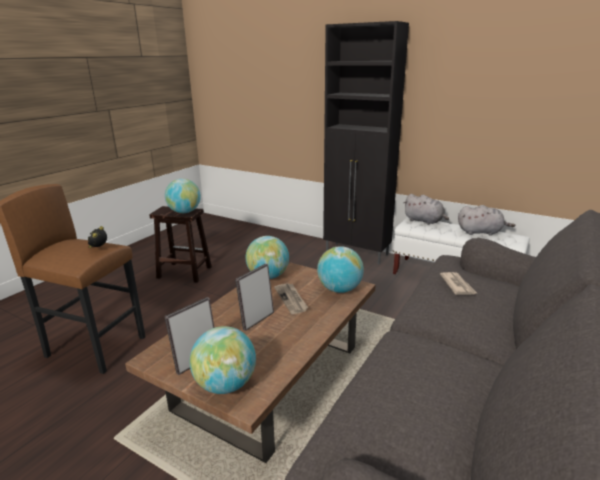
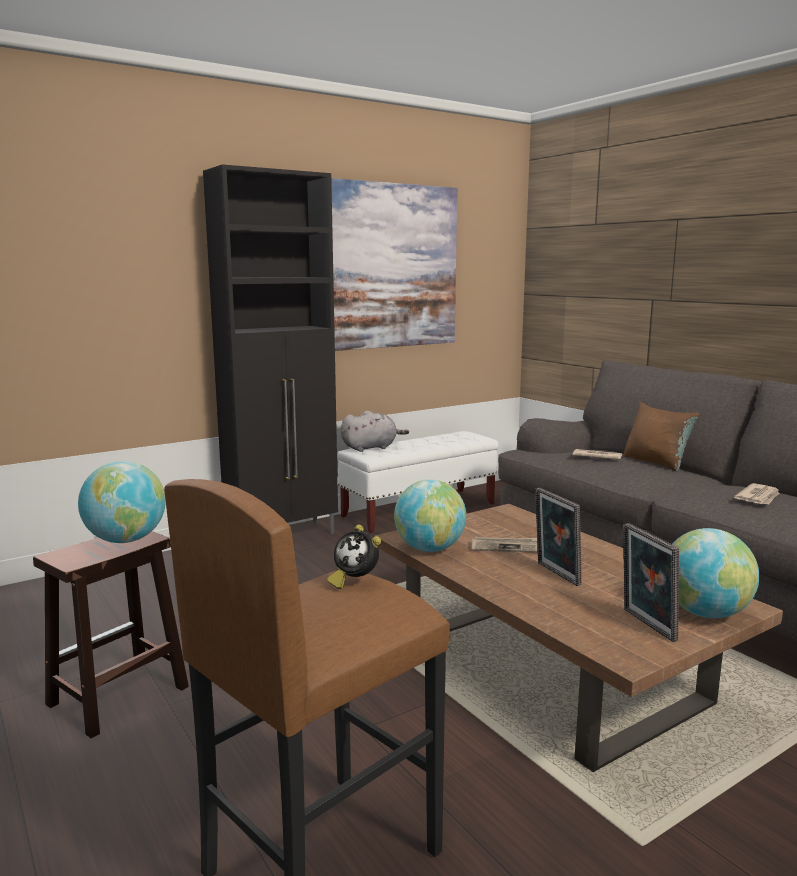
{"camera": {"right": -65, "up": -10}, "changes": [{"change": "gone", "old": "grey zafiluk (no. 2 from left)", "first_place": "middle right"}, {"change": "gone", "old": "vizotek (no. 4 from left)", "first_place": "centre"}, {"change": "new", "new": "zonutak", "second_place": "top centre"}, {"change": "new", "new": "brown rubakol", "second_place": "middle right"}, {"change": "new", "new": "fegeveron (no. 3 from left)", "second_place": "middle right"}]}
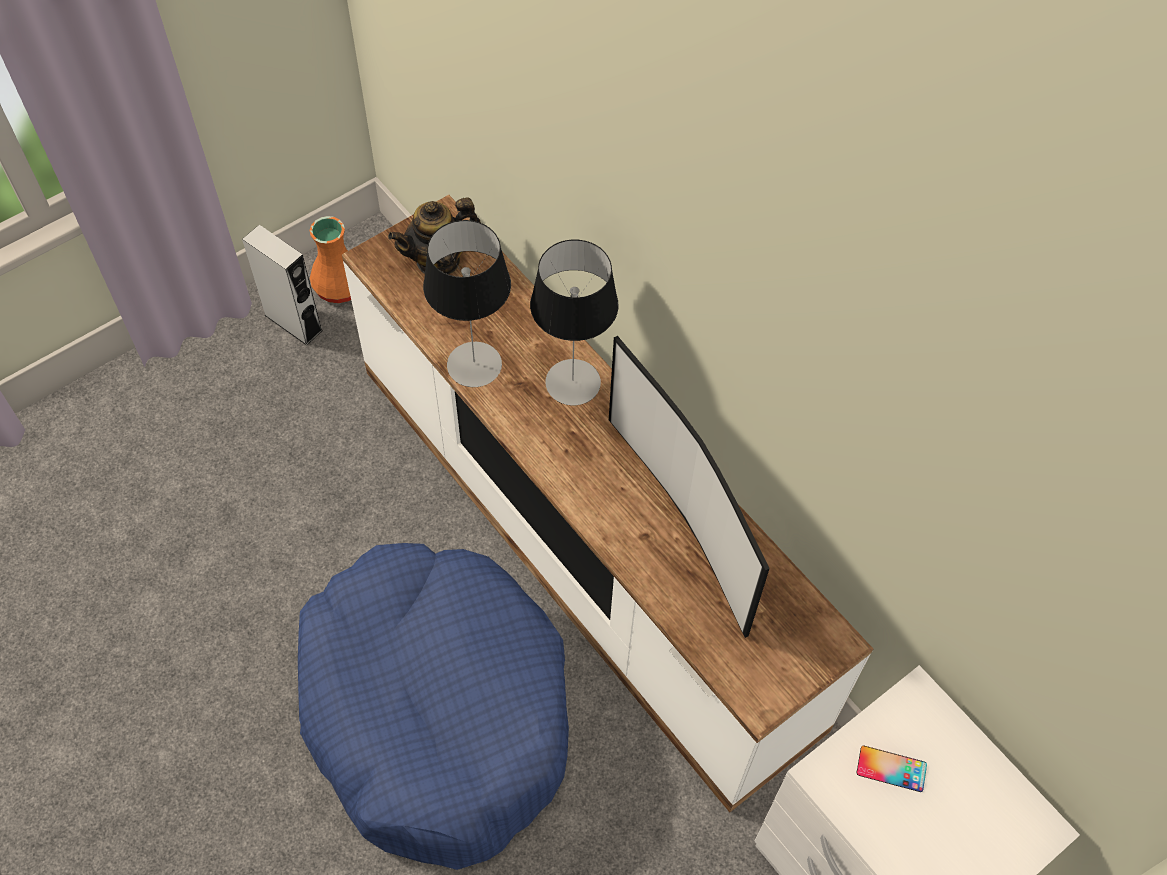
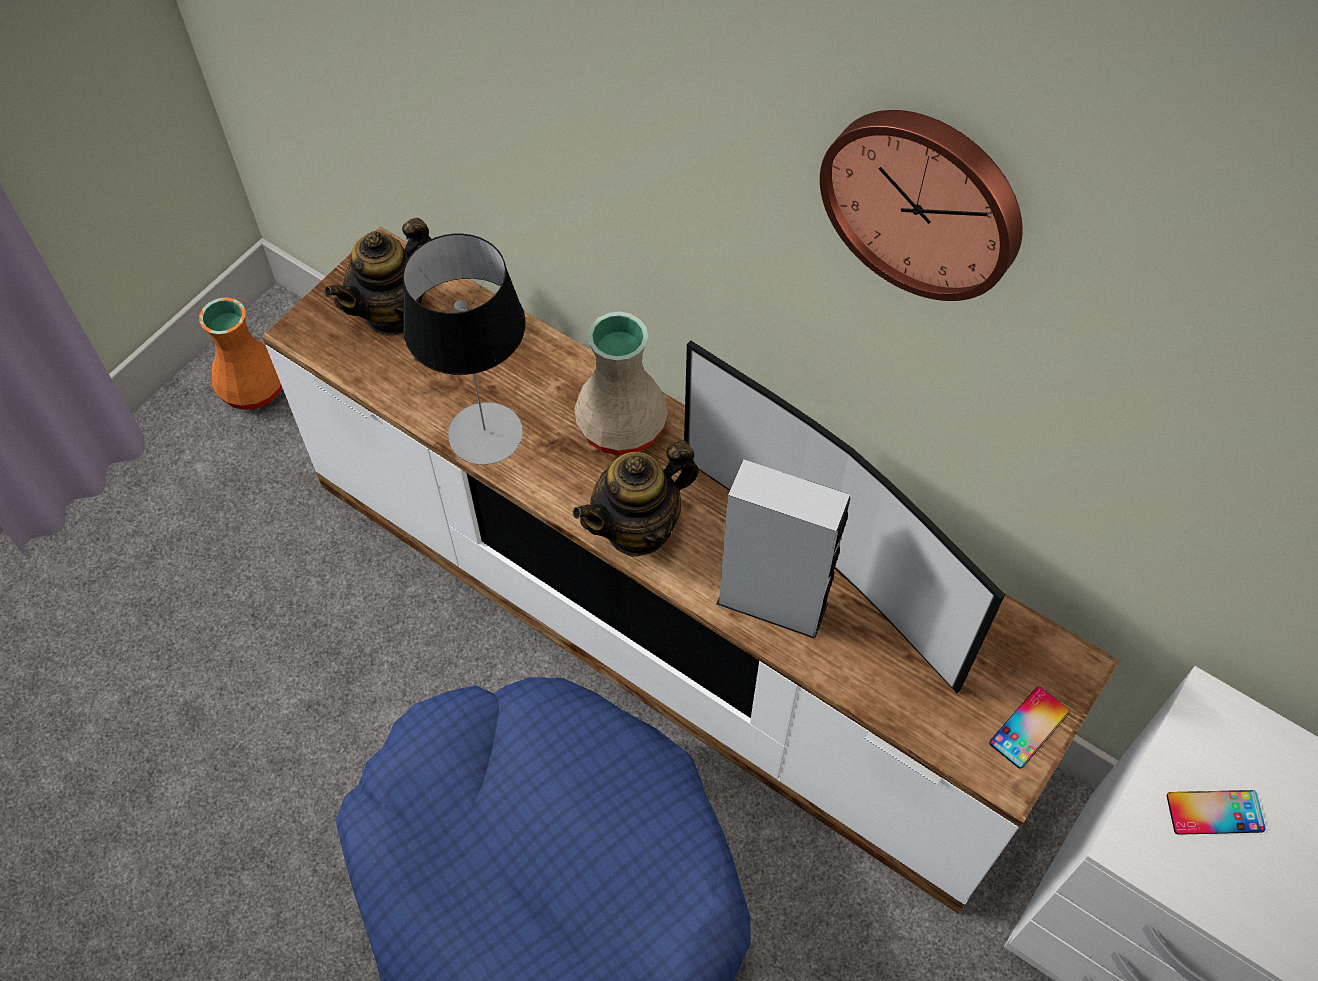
{"camera": {"right": -15, "up": 0}, "changes": [{"change": "shifted", "old": "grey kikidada", "first_place": "top left", "second_place": "centre"}, {"change": "swapped", "old": "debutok (no. 2 from left)", "new": "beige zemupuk", "first_place": "centre", "second_place": "centre"}, {"change": "new", "new": "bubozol", "second_place": "top right"}, {"change": "new", "new": "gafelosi (no. 2 from left)", "second_place": "centre"}, {"change": "new", "new": "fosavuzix (no. 1 from left)", "second_place": "bottom right"}]}
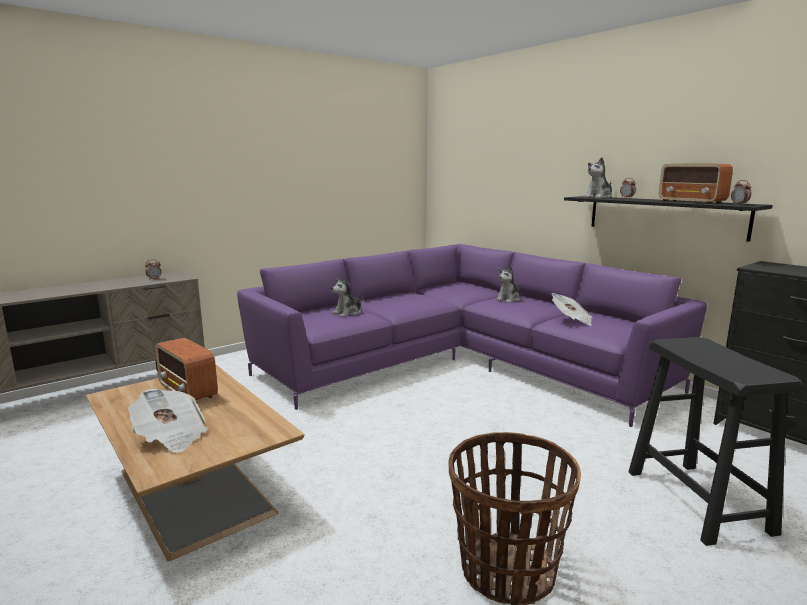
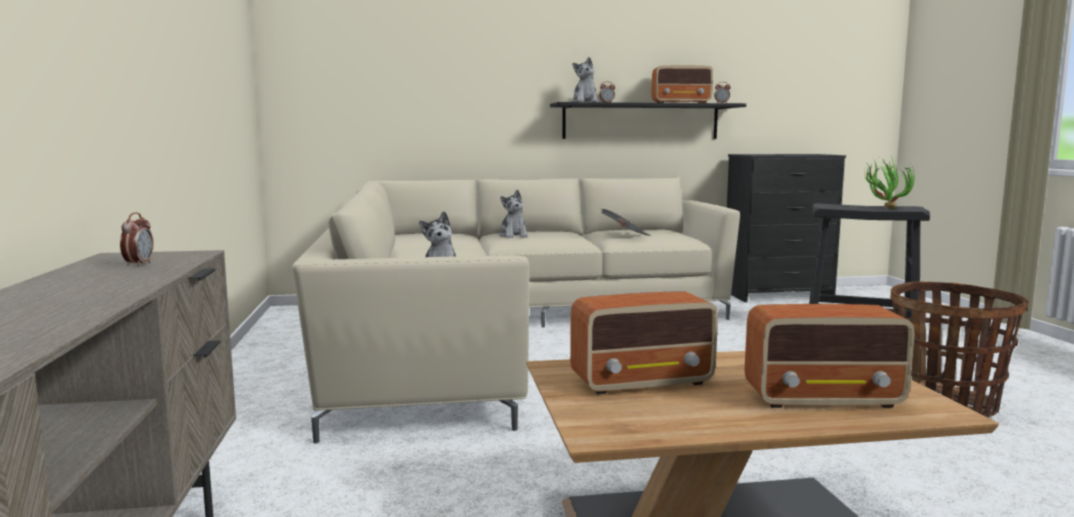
{"camera": {"right": -60, "up": -5}, "changes": [{"change": "repainted", "old": "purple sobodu", "new": "beige sobodu", "first_place": "centre", "second_place": "centre"}, {"change": "swapped", "old": "fegeveron (no. 1 from left)", "new": "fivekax (no. 3 from left)", "first_place": "bottom left", "second_place": "bottom right"}, {"change": "new", "new": "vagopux", "second_place": "middle right"}]}
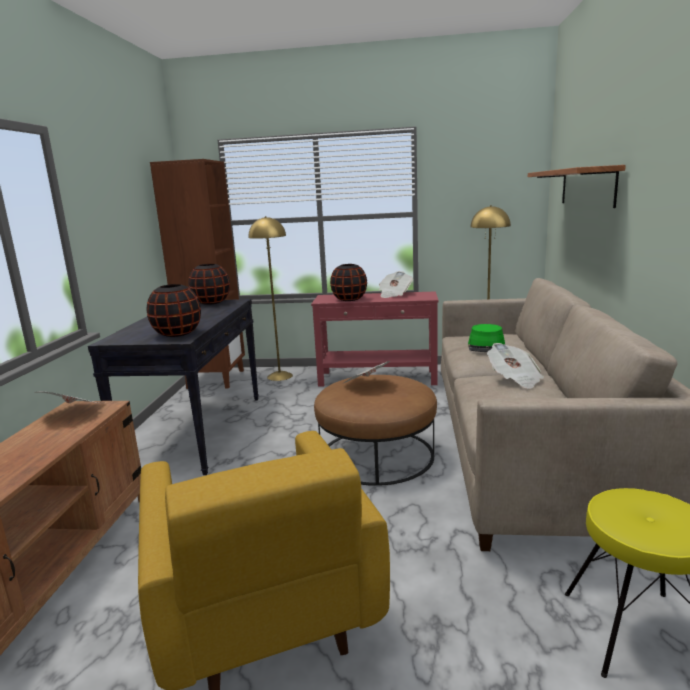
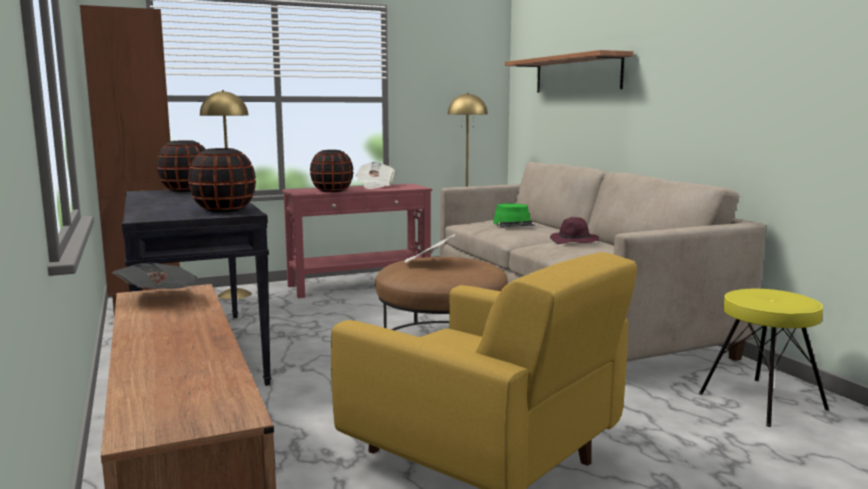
{"camera": {"right": -30, "up": -5}, "changes": [{"change": "swapped", "old": "fegeveron (no. 4 from left)", "new": "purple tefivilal", "first_place": "middle right", "second_place": "centre"}]}
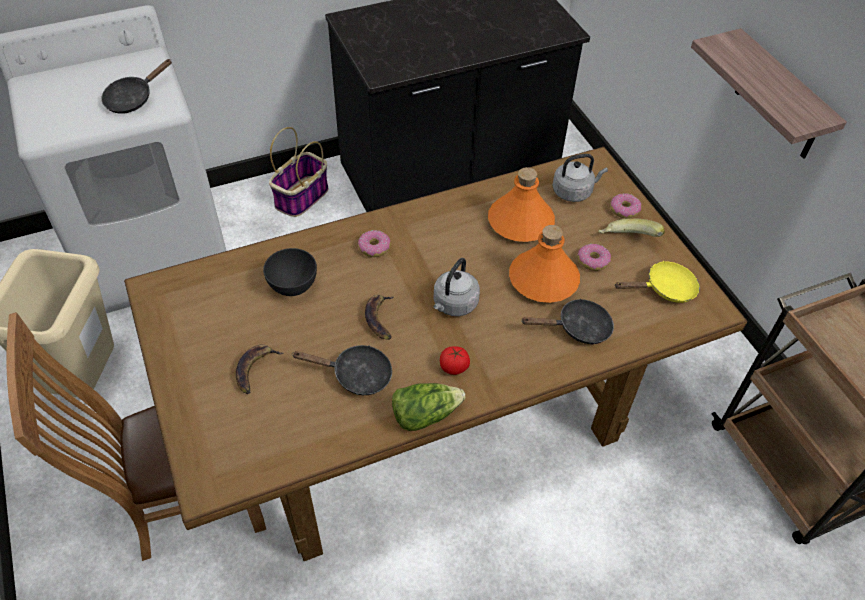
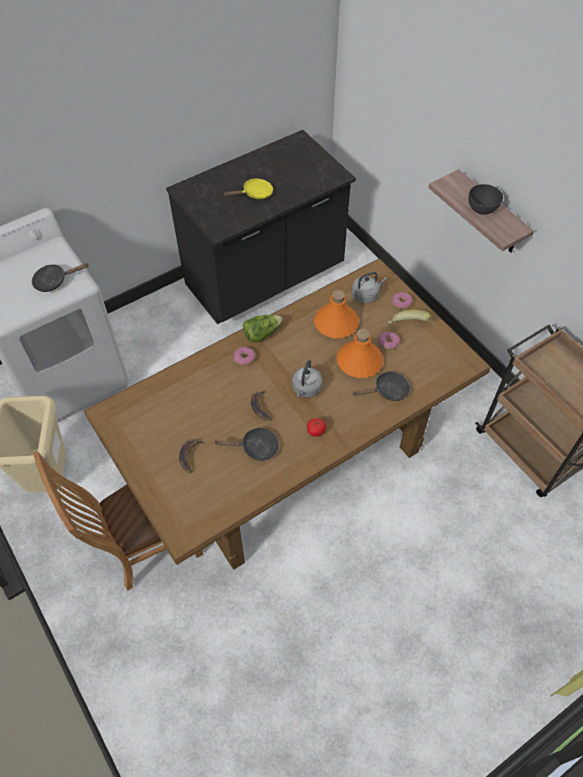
{"camera": {"right": -10, "up": 5}, "changes": [{"change": "rotated", "old": "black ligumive (no. 1 from left)", "first_place": "top left", "second_place": "middle left", "degrees": 45}, {"change": "gone", "old": "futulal", "first_place": "top centre"}, {"change": "shifted", "old": "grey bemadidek", "first_place": "centre", "second_place": "top right"}, {"change": "shifted", "old": "yellow ligumive", "first_place": "middle right", "second_place": "top centre"}, {"change": "shifted", "old": "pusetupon", "first_place": "bottom centre", "second_place": "centre"}]}
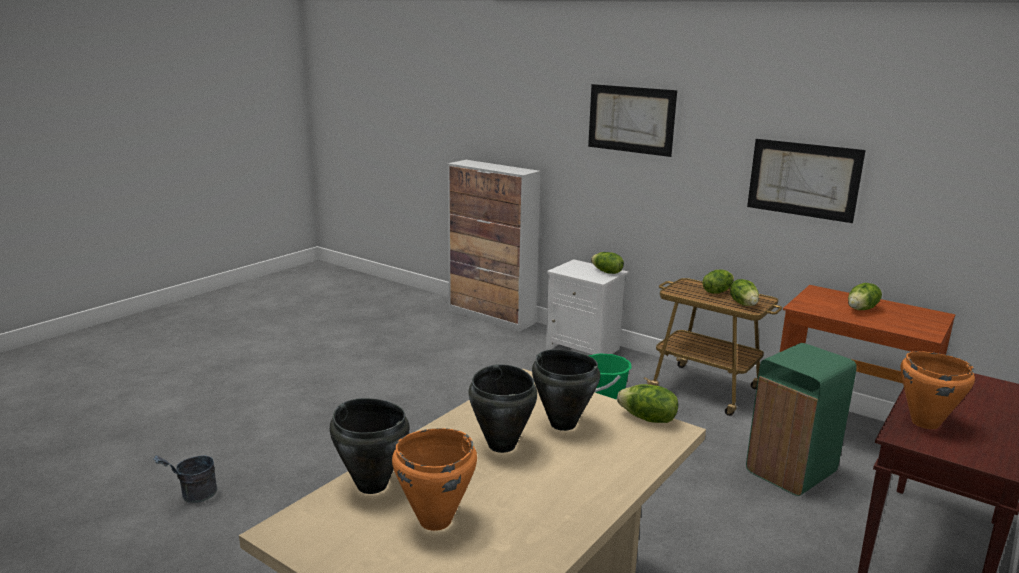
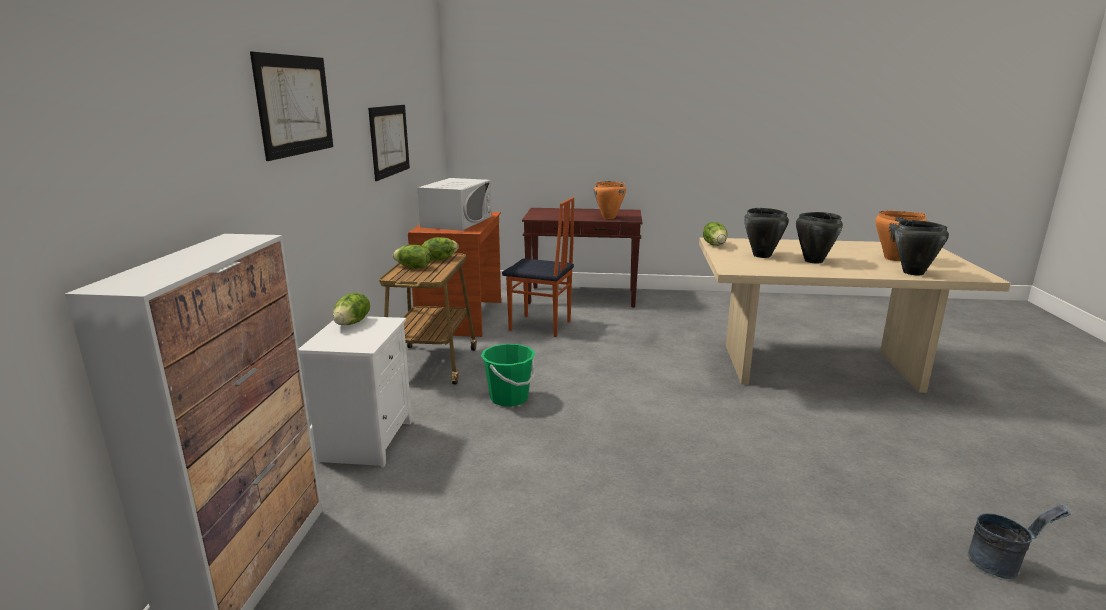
{"camera": {"right": -120, "up": 0}, "changes": [{"change": "swapped", "old": "pusetupon (no. 5 from left)", "new": "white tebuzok", "first_place": "middle right", "second_place": "centre"}, {"change": "swapped", "old": "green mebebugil", "new": "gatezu", "first_place": "bottom right", "second_place": "centre"}]}
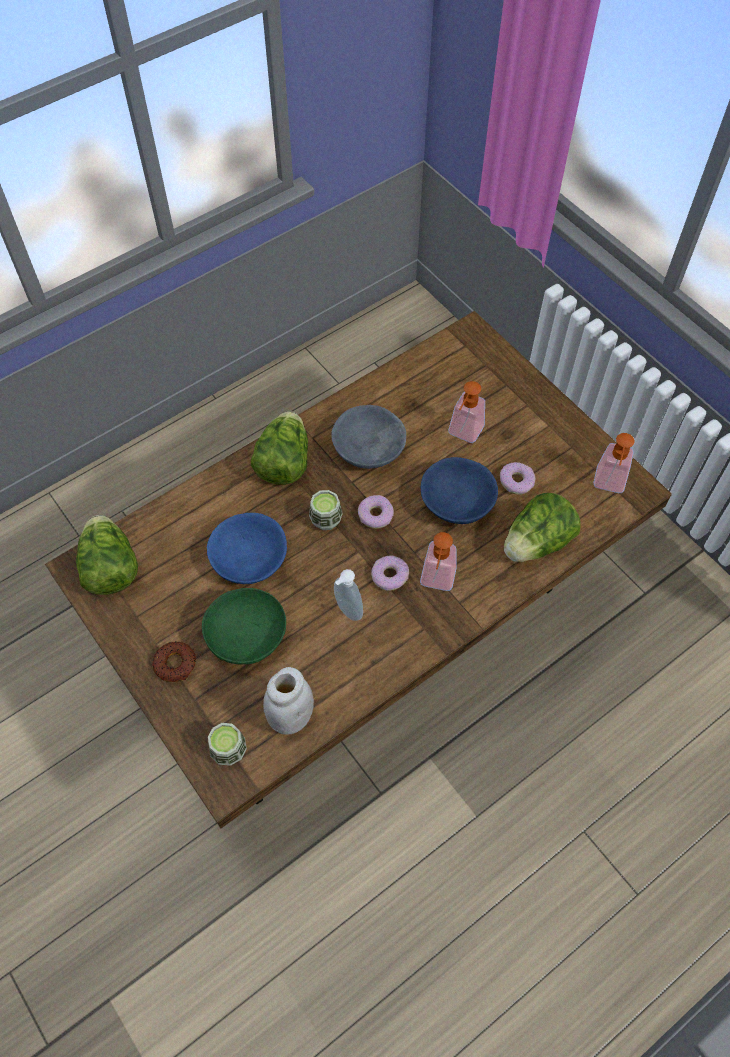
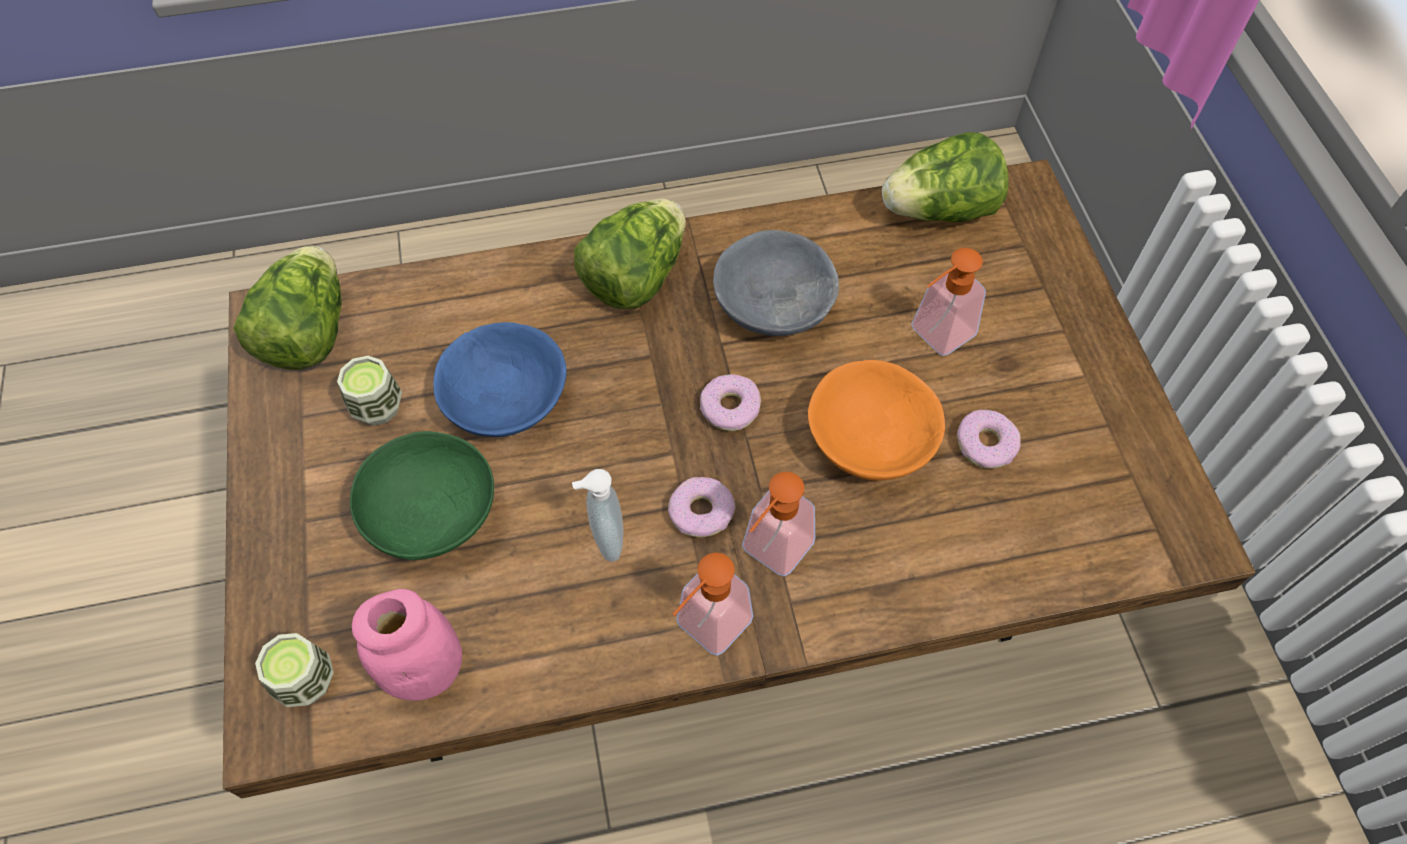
{"camera": {"right": 25, "up": 0}, "changes": [{"change": "shifted", "old": "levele (no. 4 from left in the first image)", "new": "levele (no. 2 from left)", "first_place": "middle right", "second_place": "bottom centre"}, {"change": "repainted", "old": "blue bemadidek (no. 2 from left)", "new": "orange bemadidek", "first_place": "centre", "second_place": "centre"}, {"change": "shifted", "old": "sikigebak (no. 2 from left)", "first_place": "centre", "second_place": "middle left"}, {"change": "shifted", "old": "pusetupon (no. 3 from left)", "first_place": "middle right", "second_place": "top right"}, {"change": "gone", "old": "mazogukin (no. 1 from left)", "first_place": "middle left"}, {"change": "repainted", "old": "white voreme", "new": "pink voreme", "first_place": "centre", "second_place": "bottom left"}]}
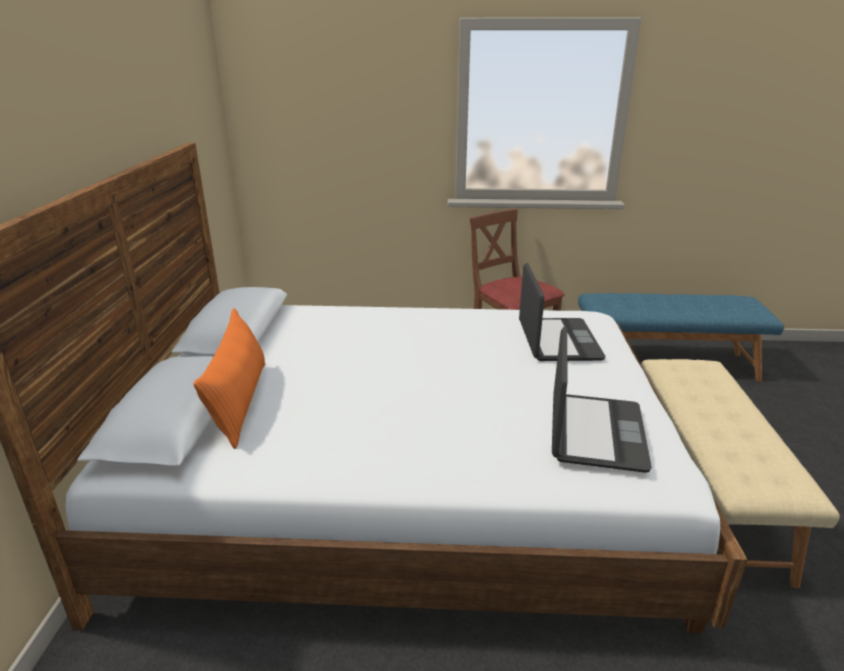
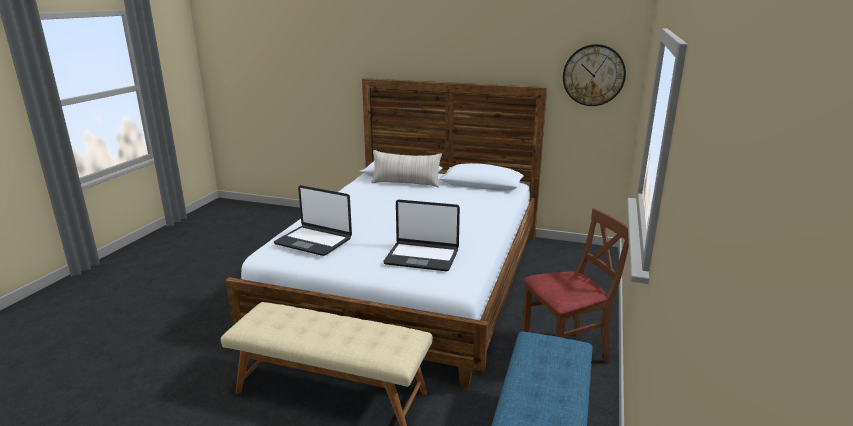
{"camera": {"right": 105, "up": -5}, "changes": [{"change": "repainted", "old": "orange rubakol", "new": "beige rubakol", "first_place": "middle left", "second_place": "centre"}, {"change": "new", "new": "bubozol", "second_place": "top right"}]}
